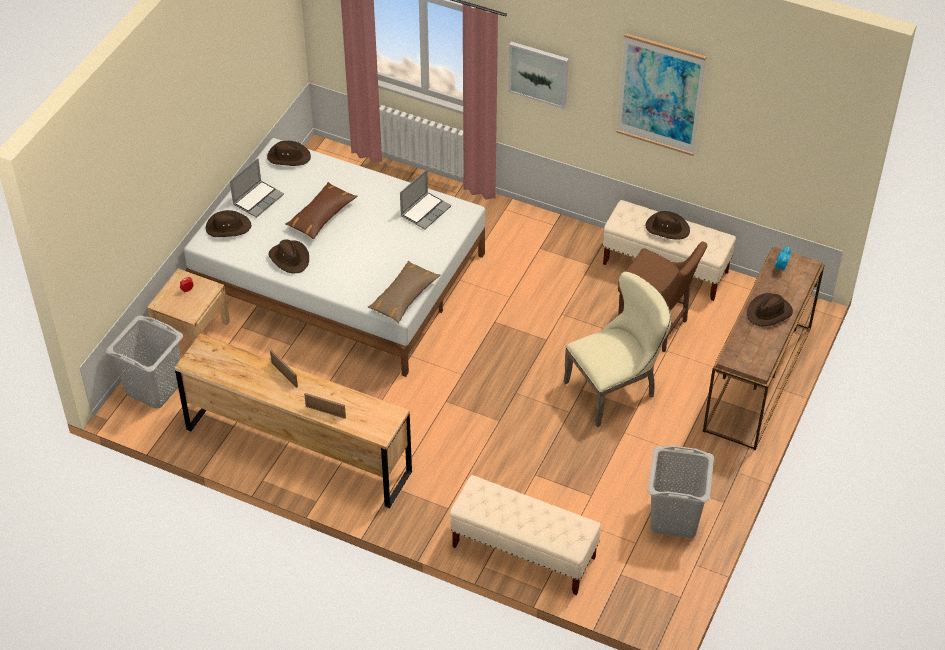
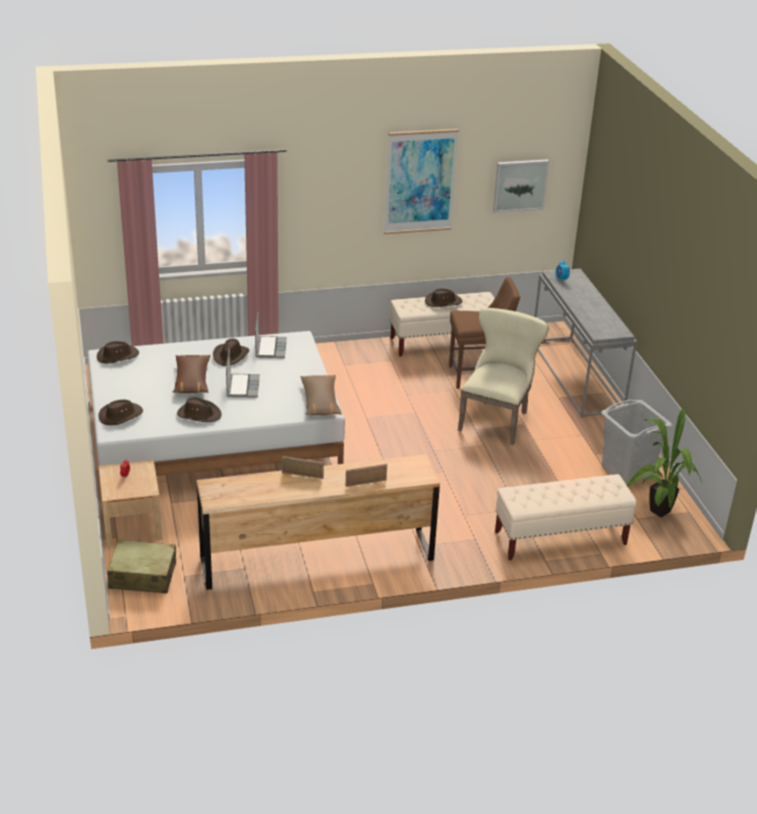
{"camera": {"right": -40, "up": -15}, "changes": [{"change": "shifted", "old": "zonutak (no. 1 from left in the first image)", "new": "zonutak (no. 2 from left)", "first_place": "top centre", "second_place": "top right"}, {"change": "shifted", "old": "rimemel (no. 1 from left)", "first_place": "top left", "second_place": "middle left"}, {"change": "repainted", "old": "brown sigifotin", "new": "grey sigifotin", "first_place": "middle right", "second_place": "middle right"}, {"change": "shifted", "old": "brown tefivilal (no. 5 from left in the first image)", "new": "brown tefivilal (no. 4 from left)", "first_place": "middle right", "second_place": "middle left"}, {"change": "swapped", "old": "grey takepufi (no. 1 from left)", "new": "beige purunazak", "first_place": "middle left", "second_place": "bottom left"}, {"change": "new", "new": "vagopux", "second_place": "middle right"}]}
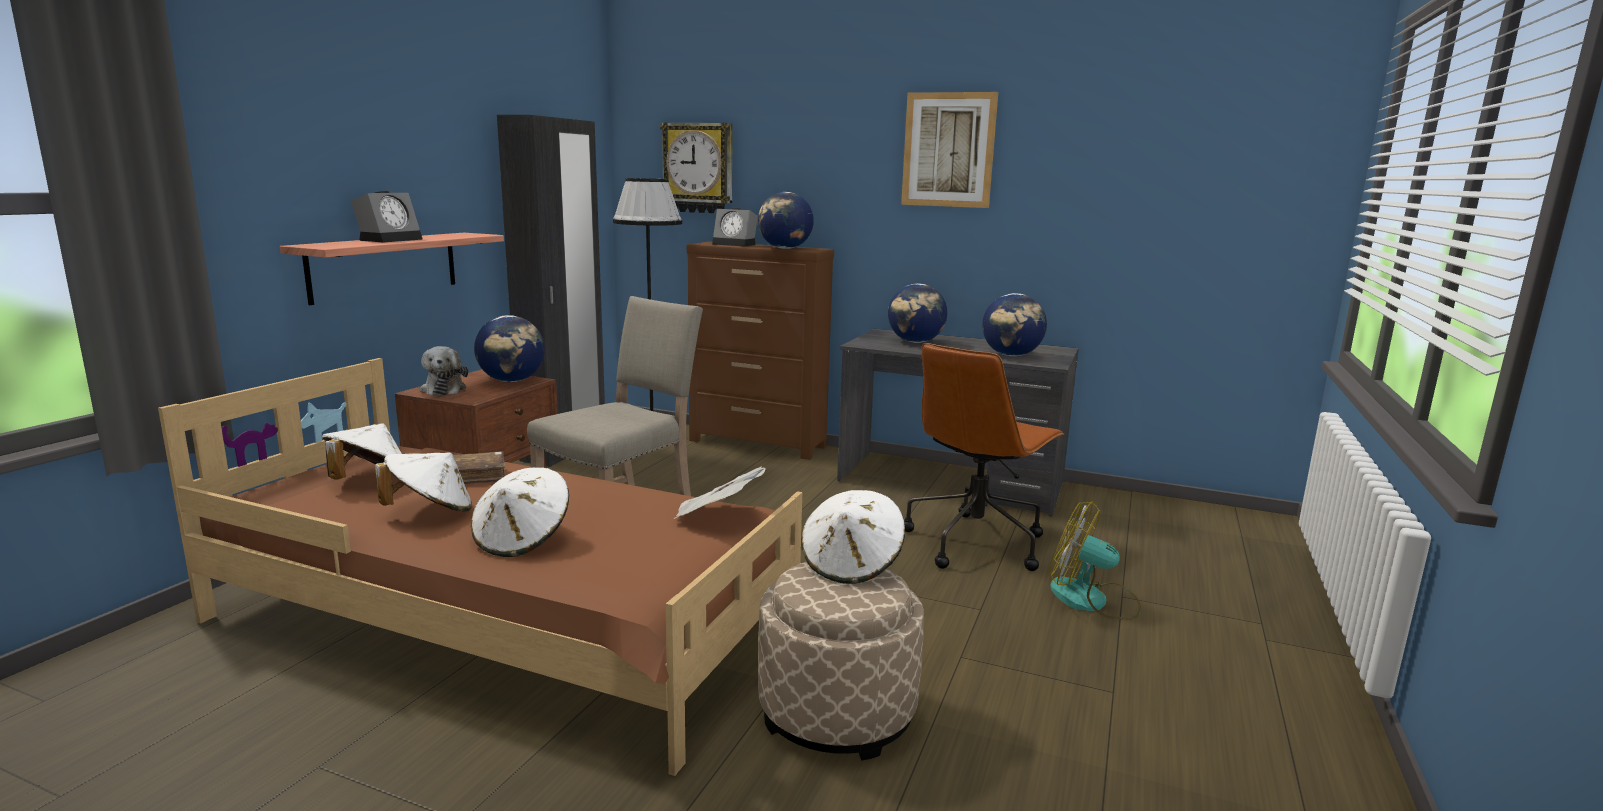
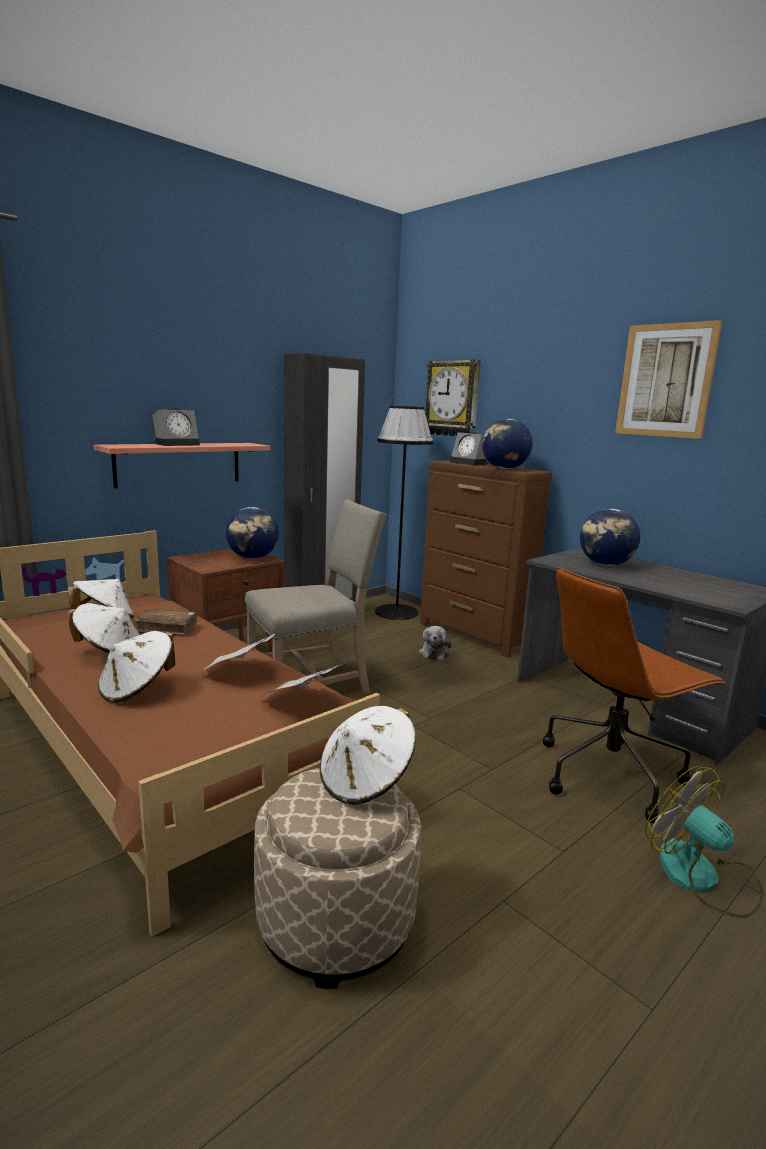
{"camera": {"right": 25, "up": 0}, "changes": [{"change": "gone", "old": "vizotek (no. 4 from left)", "first_place": "centre"}, {"change": "shifted", "old": "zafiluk", "first_place": "middle left", "second_place": "centre"}, {"change": "new", "new": "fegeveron (no. 1 from left)", "second_place": "middle left"}]}
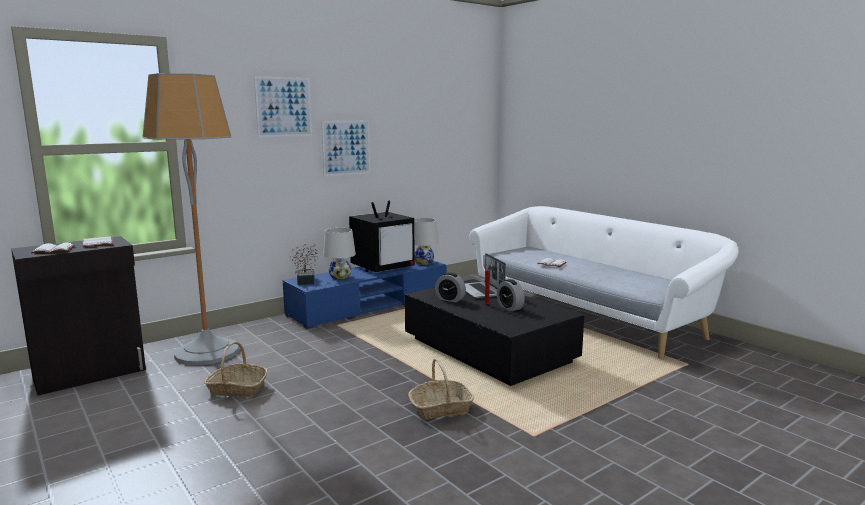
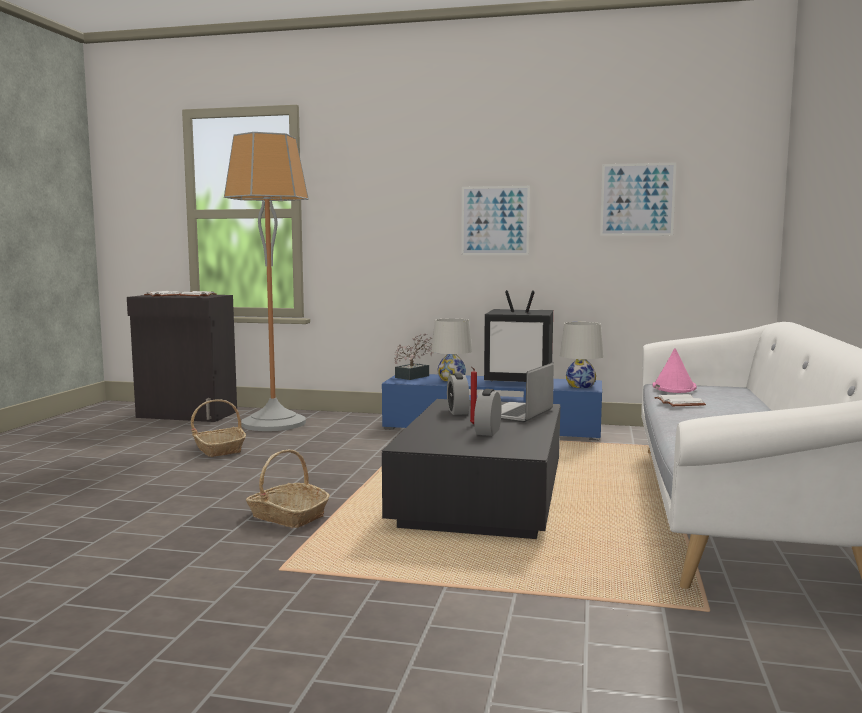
{"camera": {"right": 50, "up": -5}, "changes": [{"change": "shifted", "old": "zonutak (no. 1 from left in the first image)", "new": "zonutak (no. 2 from left)", "first_place": "top left", "second_place": "top right"}, {"change": "new", "new": "pink tefivilal", "second_place": "middle right"}]}
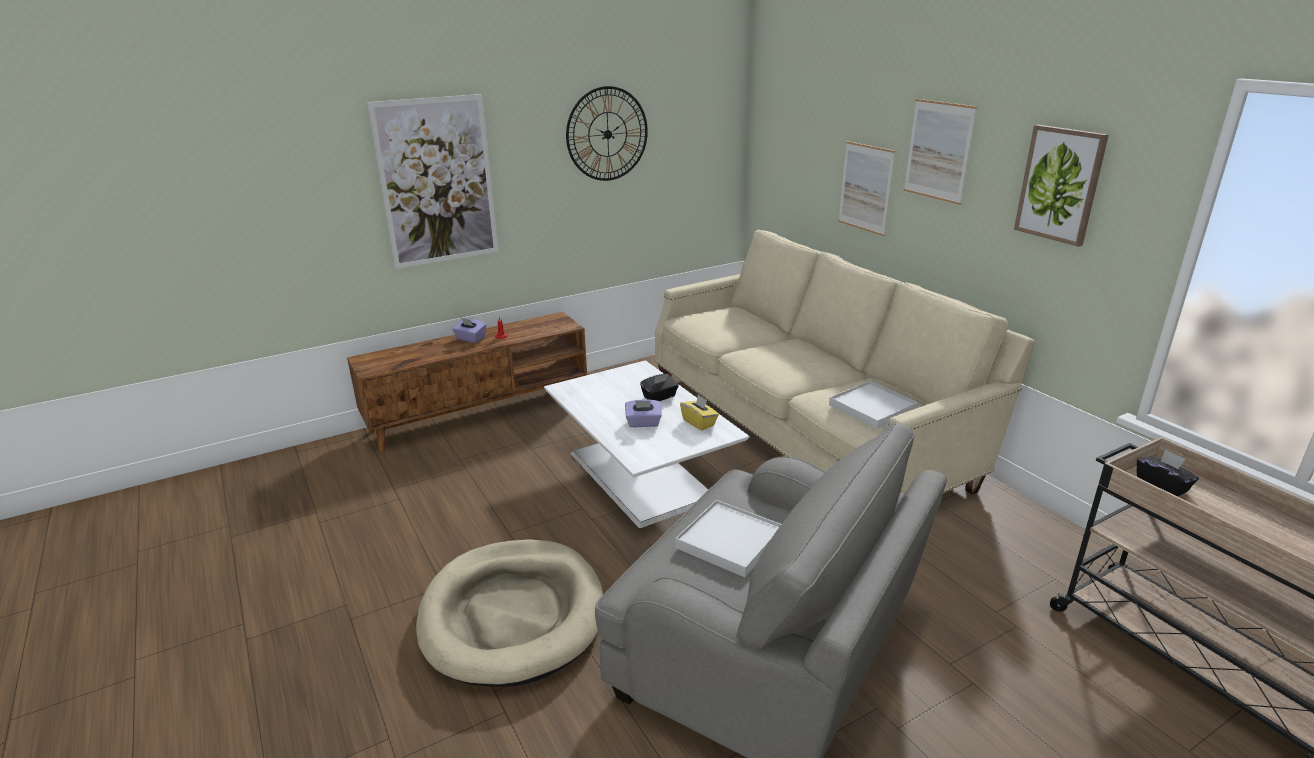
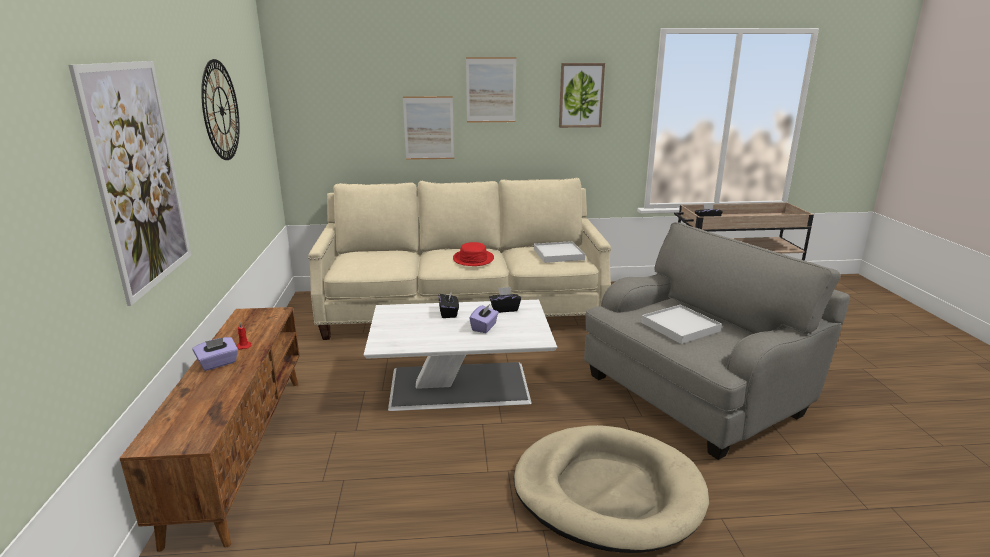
{"camera": {"right": -65, "up": -5}, "changes": [{"change": "repainted", "old": "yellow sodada", "new": "black sodada (no. 2 from left)", "first_place": "centre", "second_place": "centre"}, {"change": "new", "new": "red tefivilal", "second_place": "centre"}]}
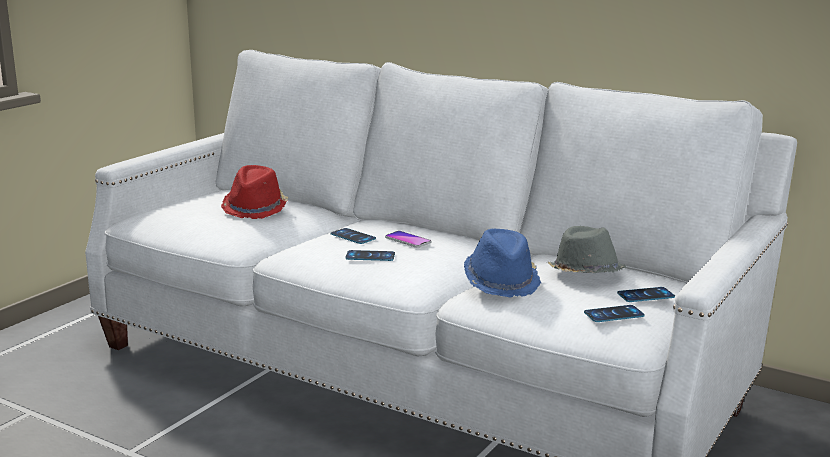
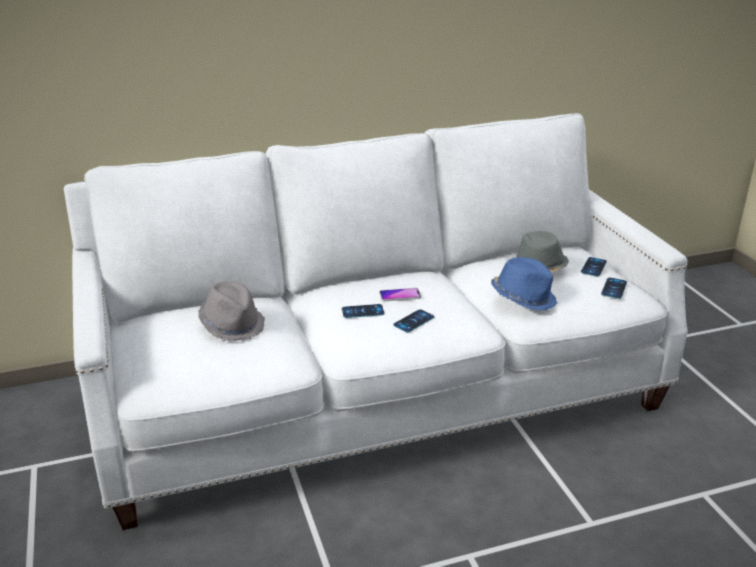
{"camera": {"right": -50, "up": 10}, "changes": [{"change": "repainted", "old": "red tefivilal", "new": "grey tefivilal (no. 1 from left)", "first_place": "middle left", "second_place": "middle left"}]}
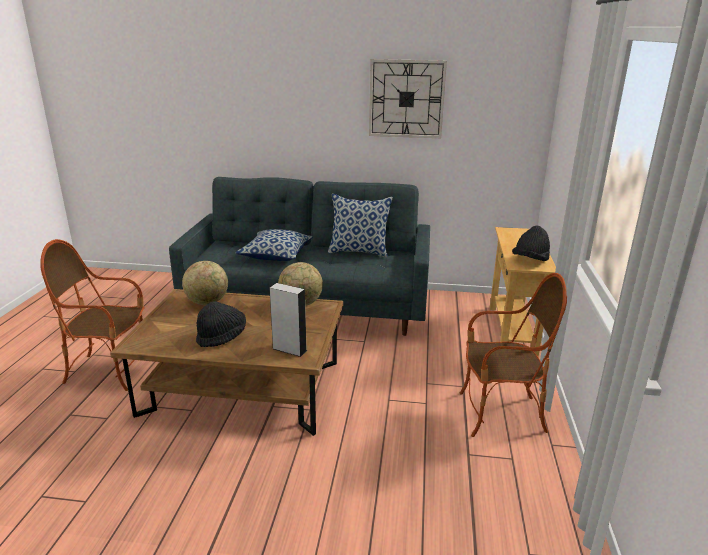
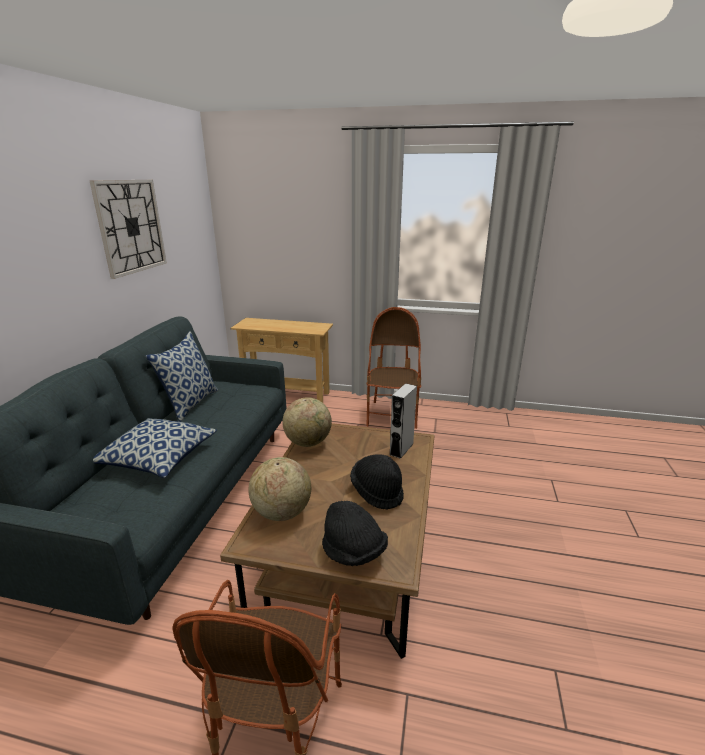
{"camera": {"right": -85, "up": 0}, "changes": [{"change": "shifted", "old": "black tefivilal (no. 2 from left in the first image)", "new": "black tefivilal (no. 1 from left)", "first_place": "middle right", "second_place": "bottom centre"}]}
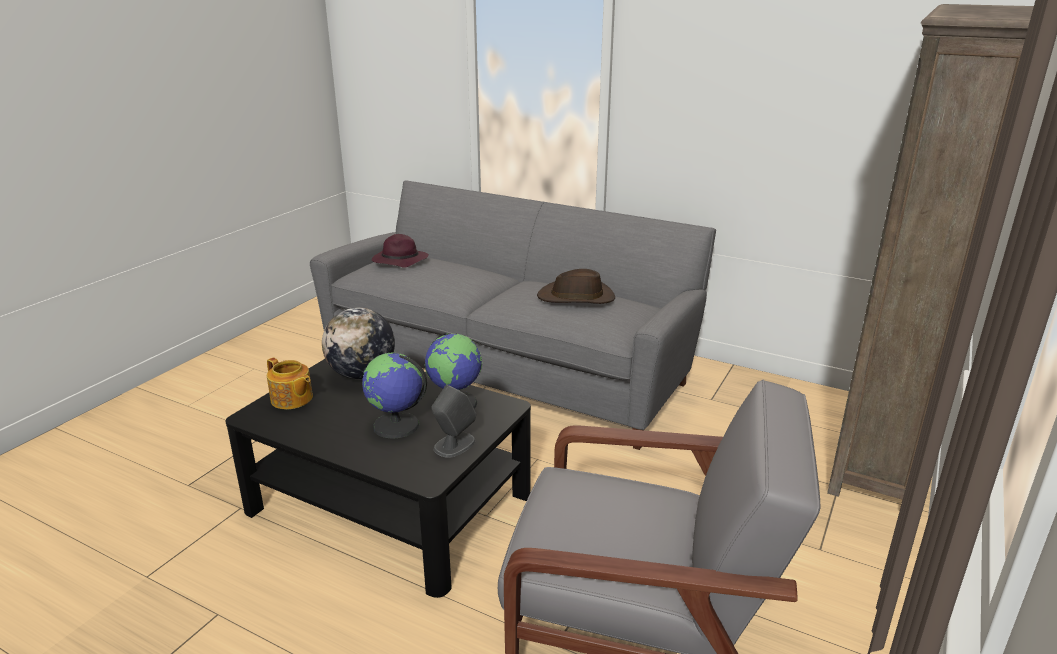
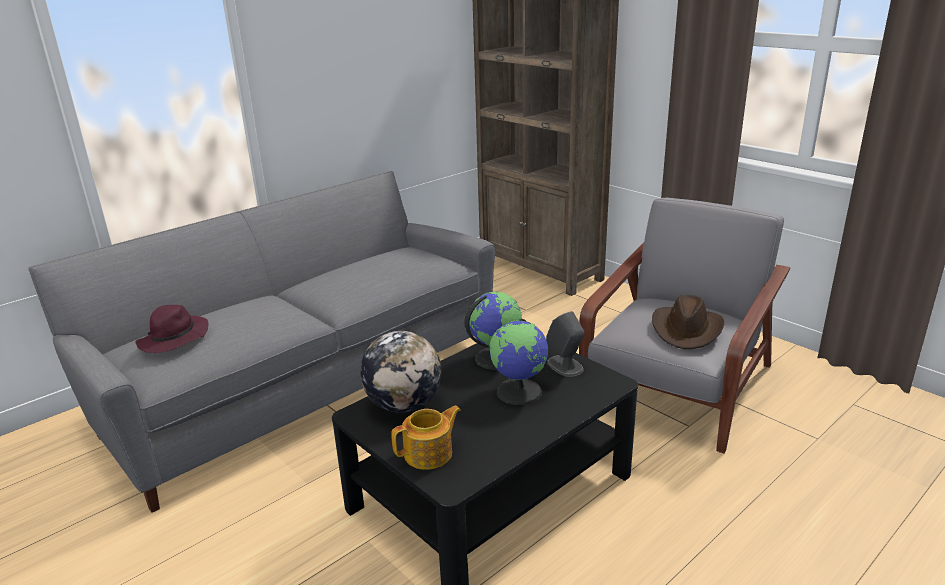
{"camera": {"right": -70, "up": 0}, "changes": [{"change": "shifted", "old": "brown tefivilal", "first_place": "centre", "second_place": "middle right"}]}
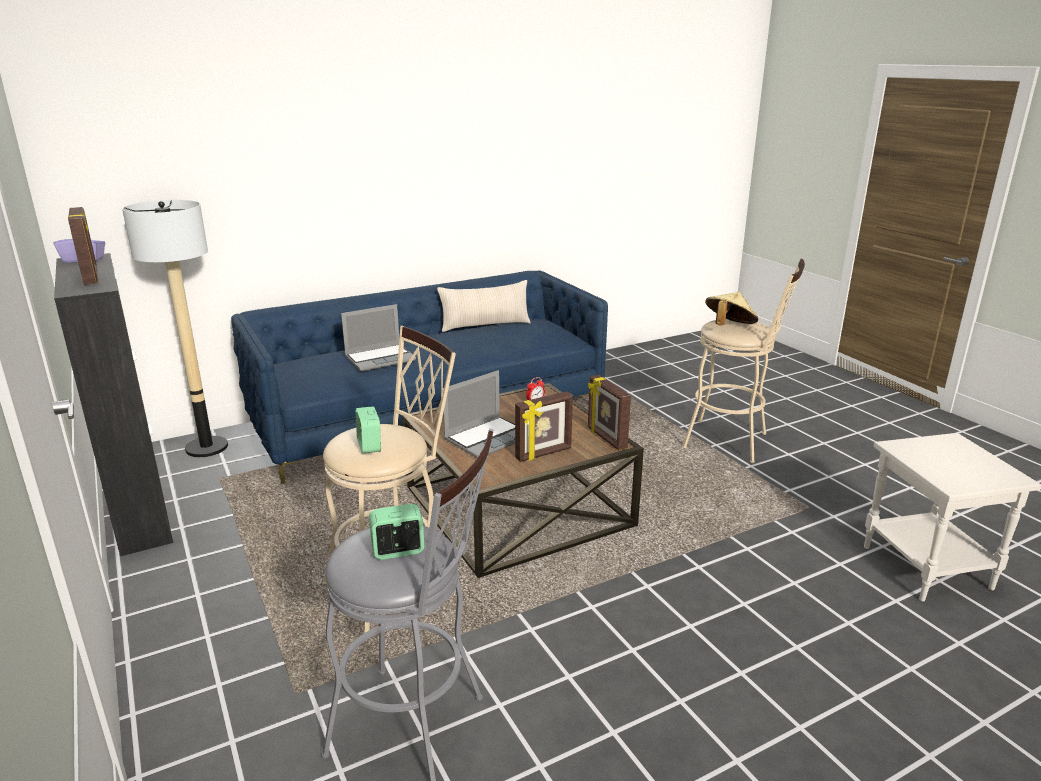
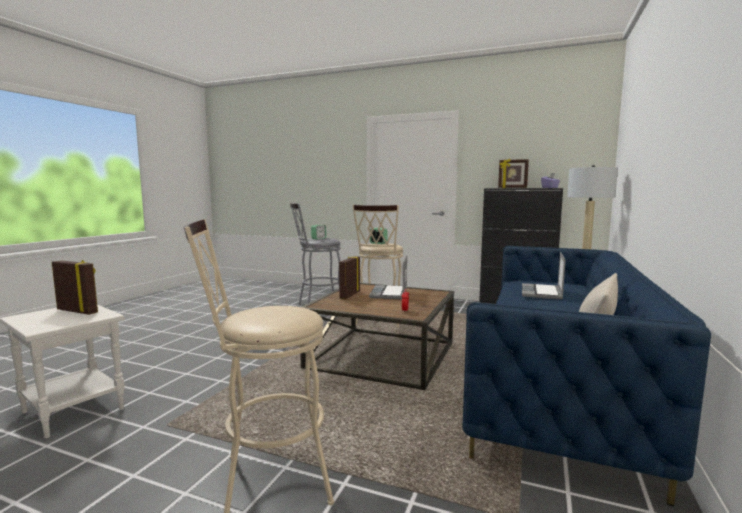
{"camera": {"right": 140, "up": -15}, "changes": [{"change": "gone", "old": "beige tefivilal", "first_place": "middle right"}, {"change": "shifted", "old": "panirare (no. 3 from left in the first image)", "new": "panirare (no. 1 from left)", "first_place": "centre", "second_place": "middle left"}]}
